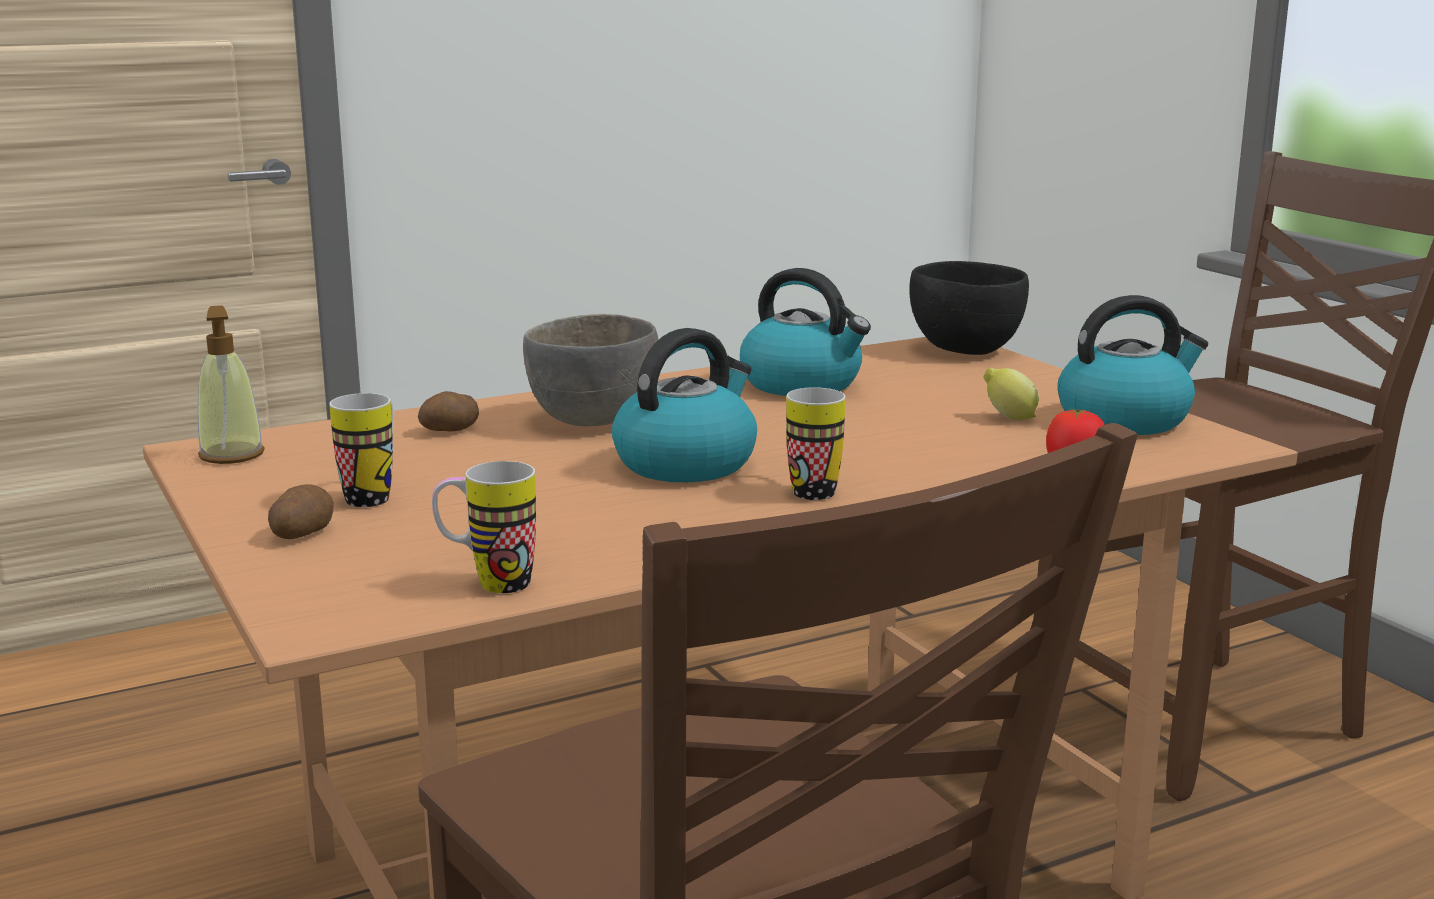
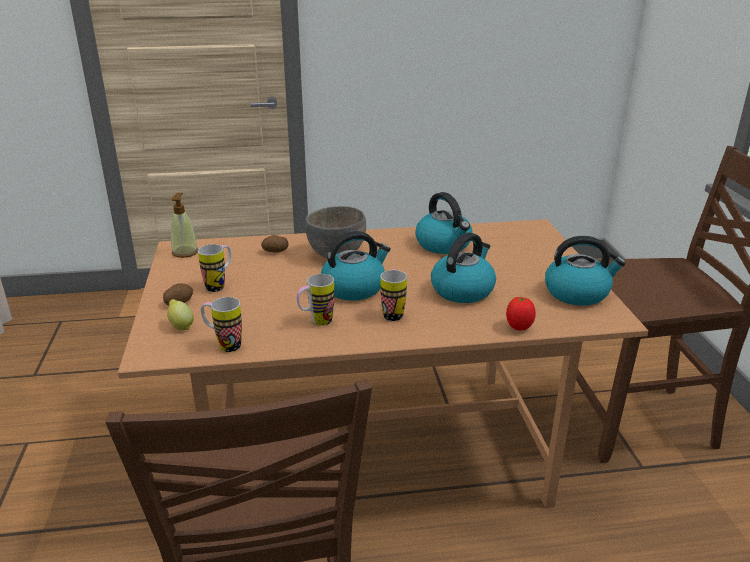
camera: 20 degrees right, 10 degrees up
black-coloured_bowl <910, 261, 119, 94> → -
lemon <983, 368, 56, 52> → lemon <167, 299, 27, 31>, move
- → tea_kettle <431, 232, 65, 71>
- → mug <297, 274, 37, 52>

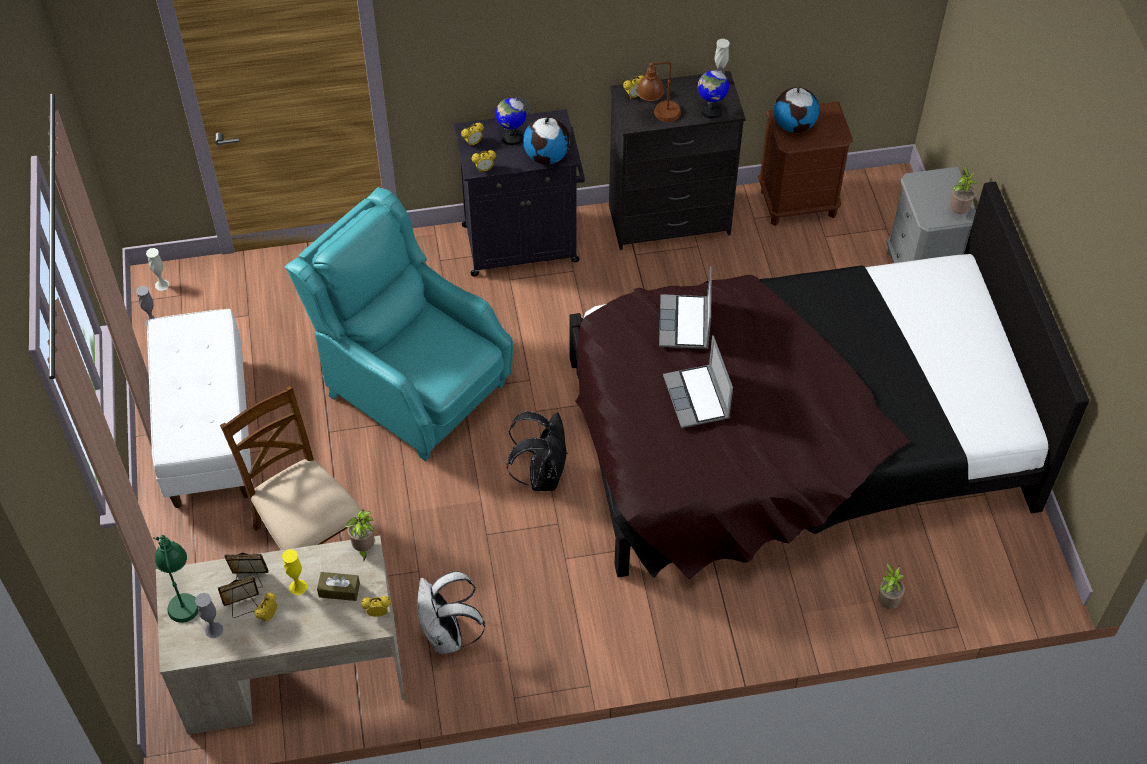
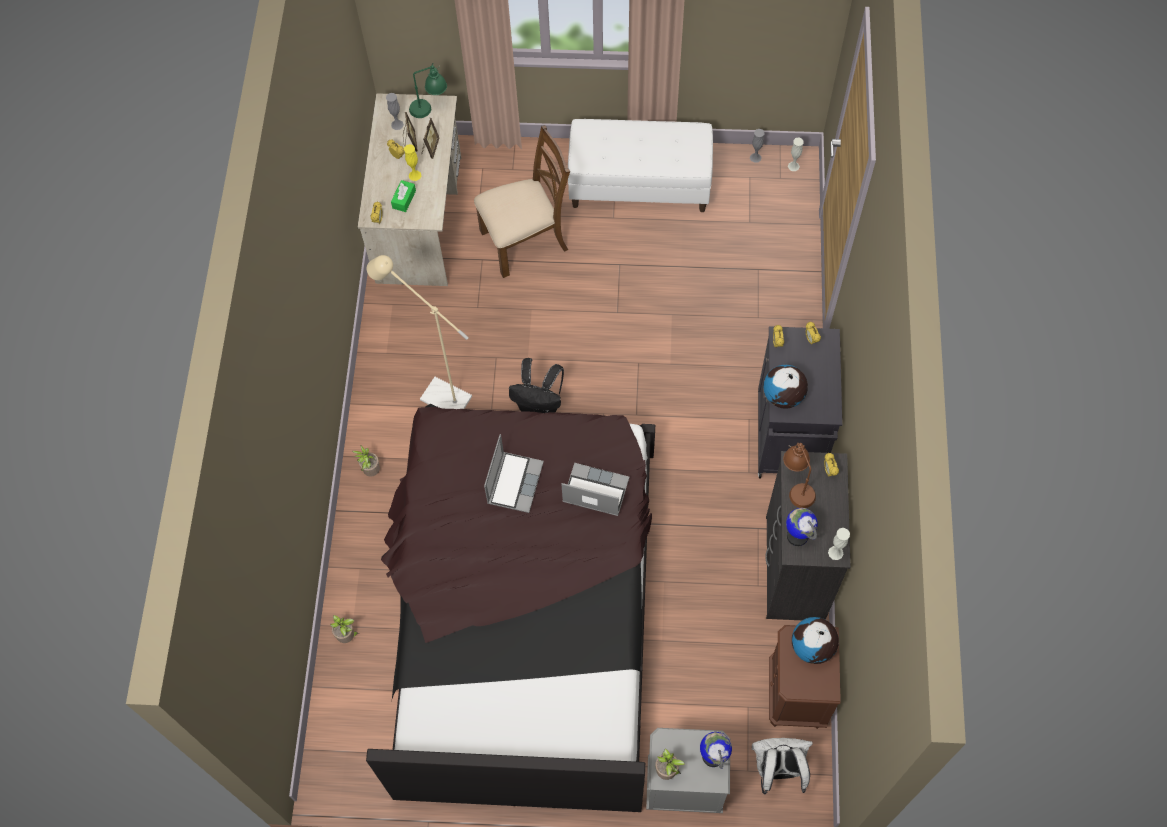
camera: 105 degrees right, 10 degrees up
world_globe <496, 97, 33, 48> → world_globe <700, 732, 32, 37>, move
blue-green_easy_chair <284, 187, 229, 274> → -
laptop <663, 335, 70, 93> → laptop <484, 434, 60, 79>, 105 degrees clockwise
plant_in_a_pot <345, 510, 30, 50> → plant_in_a_pot <352, 445, 28, 32>, move
whitish_knapsack <417, 571, 68, 83> → whitish_knapsack <752, 738, 61, 57>, move
brownish_tissue_holder <317, 572, 43, 29> → greenish_tissue_holder <391, 180, 25, 32>
- → beige-coloured_standard_lamp <367, 255, 105, 154>

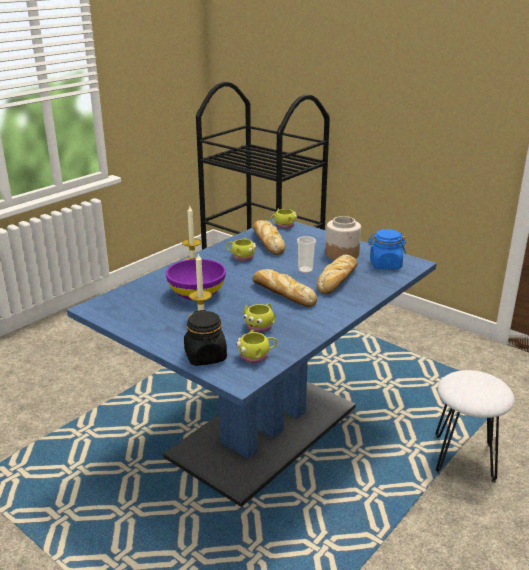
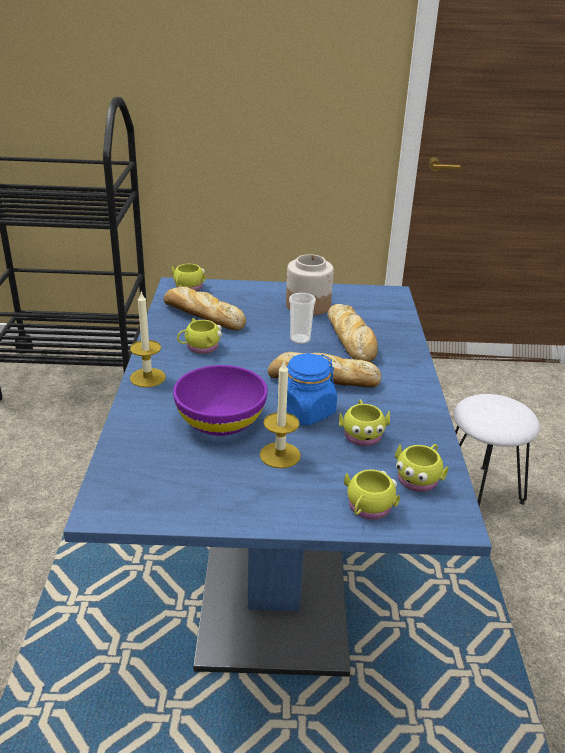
camera: 40 degrees left, 5 degrees up
bluish_jar <368, 229, 38, 41> → bluish_jar <277, 354, 60, 71>, move
black-coloured_jar <184, 310, 43, 56> → yellowish_mug <344, 469, 56, 50>

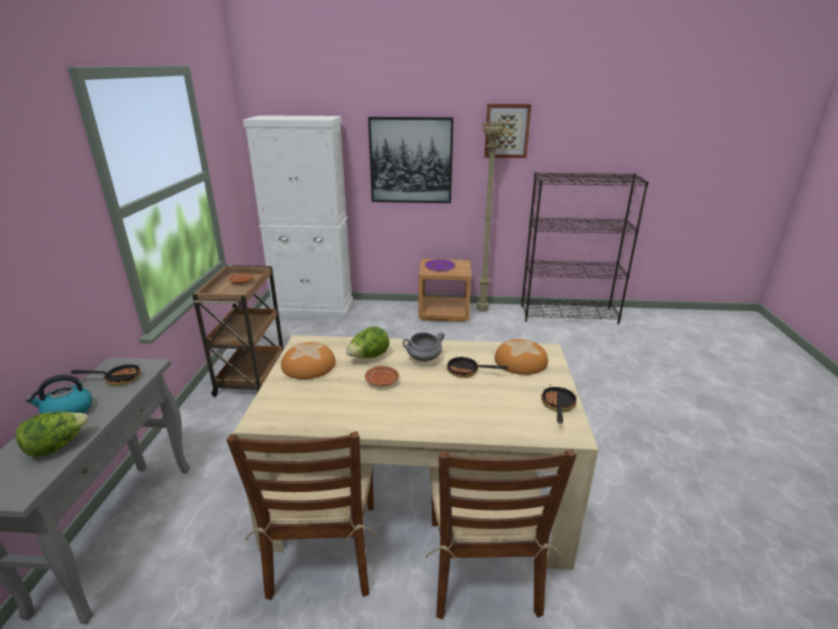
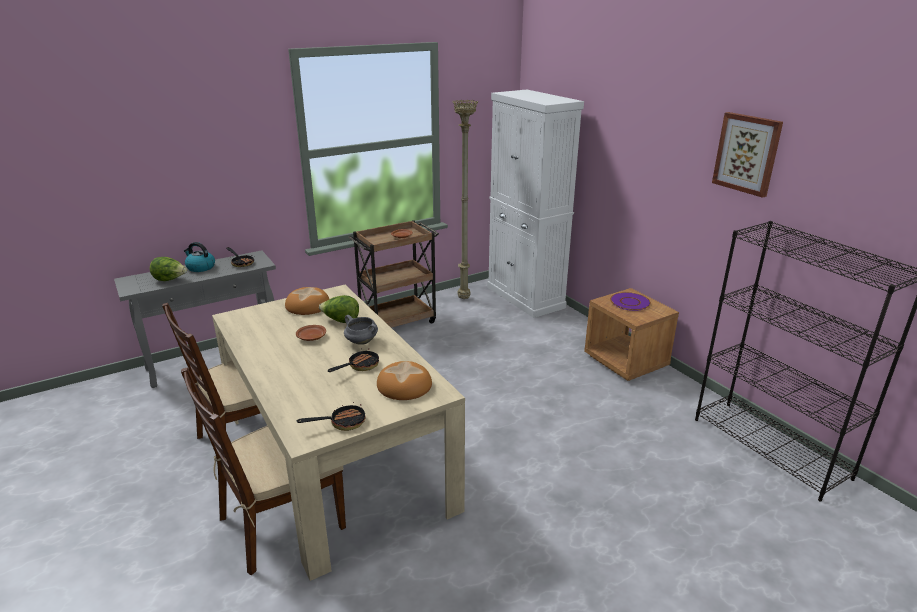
camera: 55 degrees right, 0 degrees up
picture <368, 117, 86, 86> → -
beige-coloured_standard_lamp <477, 121, 29, 190> → beige-coloured_standard_lamp <453, 99, 25, 200>, move
frying_pan <447, 356, 61, 22> → frying_pan <328, 348, 51, 24>, 60 degrees clockwise

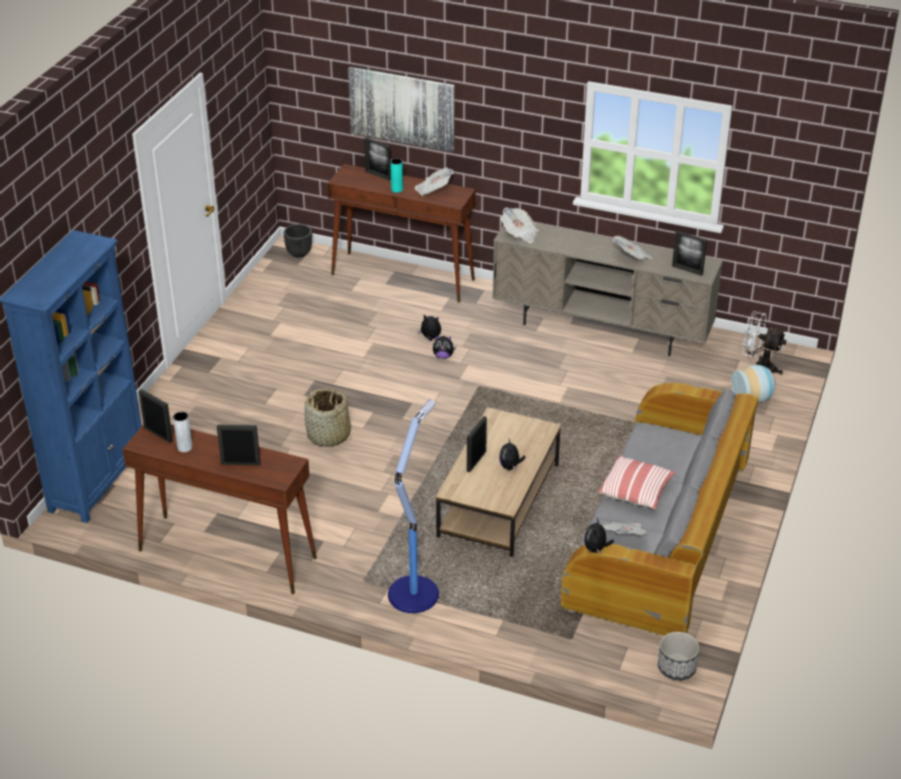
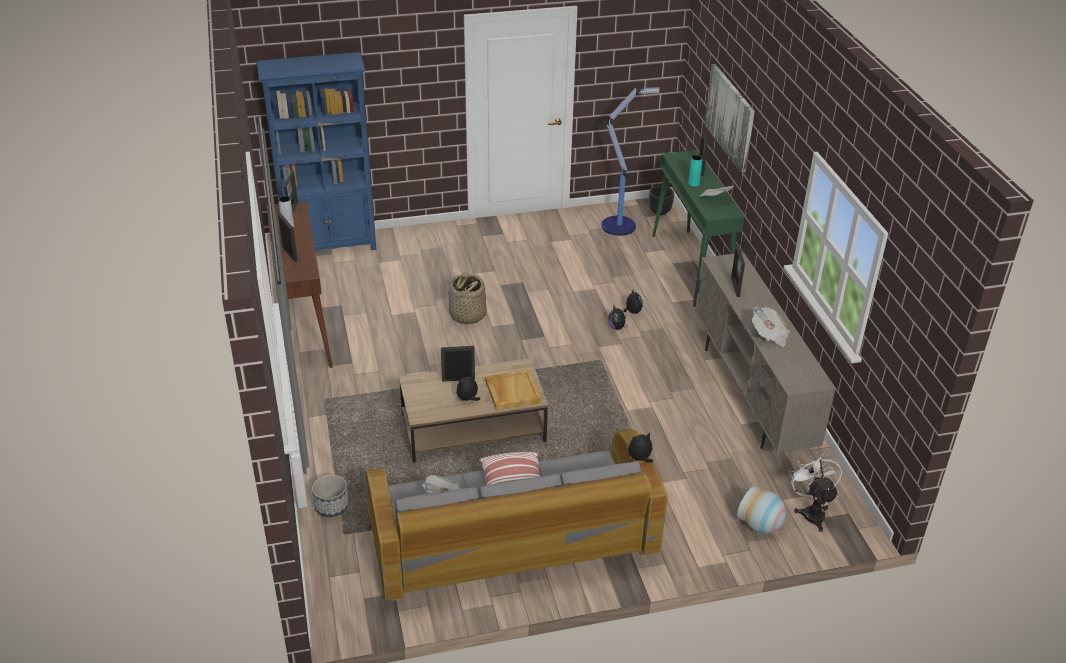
camera: 55 degrees right, 0 degrees up
brownish_hall_table <327, 164, 149, 139> → greenish_hall_table <652, 150, 92, 157>
newspaper <501, 207, 38, 36> → -
standing_frame <672, 231, 35, 45> → standing_frame <731, 246, 14, 51>, move
standard_lamp <388, 399, 51, 214> → standard_lamp <601, 87, 58, 149>, move
cuddly_toy <584, 517, 30, 37> → cuddly_toy <628, 433, 25, 30>, move
plant_pot <658, 632, 41, 48> → plant_pot <312, 475, 37, 42>, move
- → beige-coloured_serving_tray <485, 369, 56, 42>

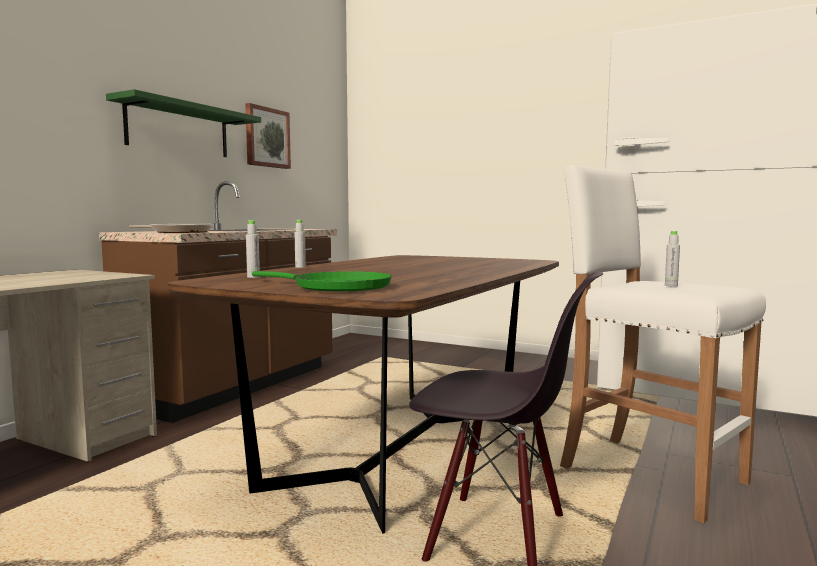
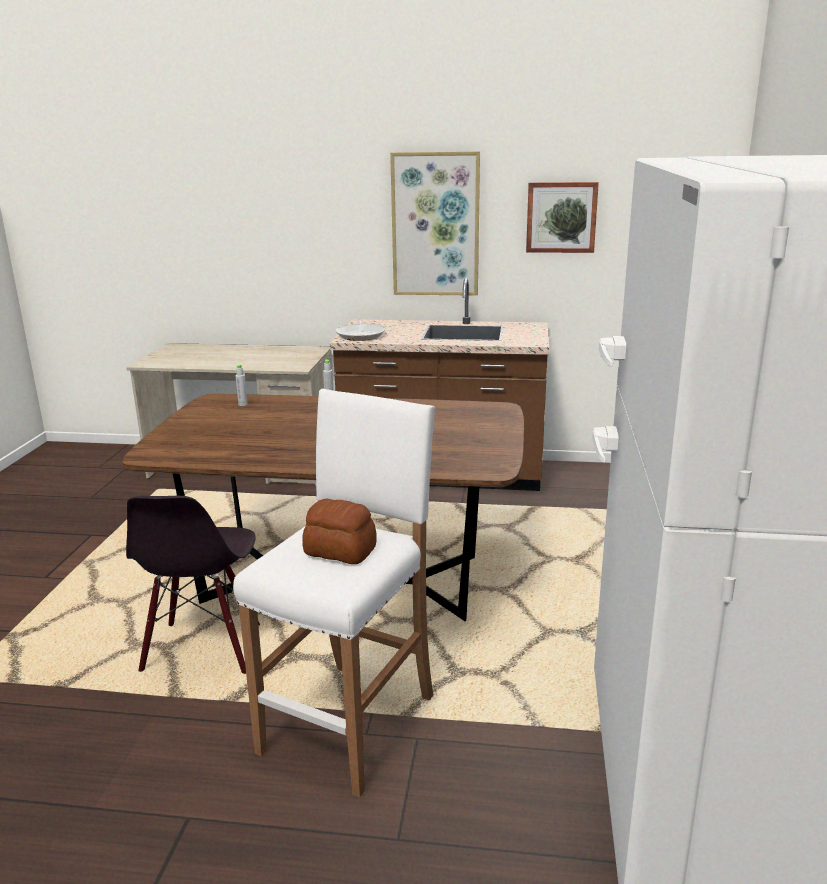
camera: 70 degrees right, 15 degrees up
greenish_wall_shelf <106, 89, 155, 68> → picture <390, 151, 90, 145>
grey_drink_bottle <665, 231, 15, 55> → bakery_bread <302, 499, 74, 65>
greenish_frying_pan <252, 271, 140, 20> → -

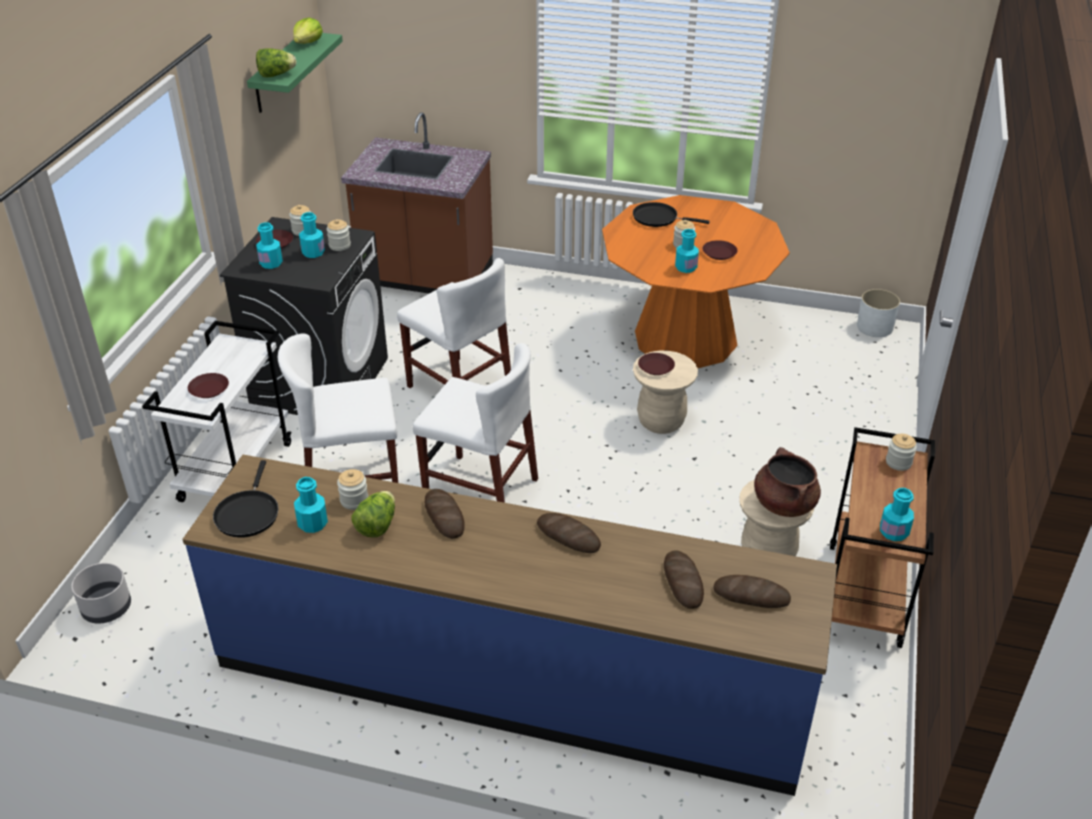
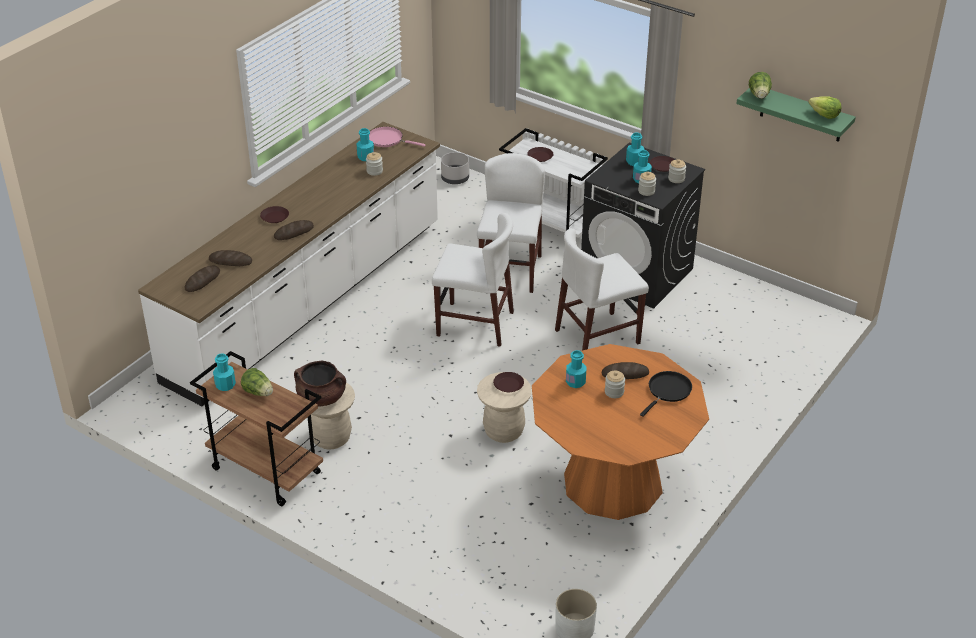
camera: 110 degrees right, 0 degrees up
brownish_kitchen_base_unit <341, 112, 152, 181> → -
brownish_dinner_plate <702, 240, 36, 20> → brownish_dinner_plate <260, 206, 29, 17>, move
whitish_plain_chair <413, 343, 125, 160> → whitish_plain_chair <432, 213, 82, 134>, 120 degrees counterclockwise
jar <886, 434, 31, 37> → -
bluish_kitchen_base_unit <183, 455, 654, 341> → whitish_kitchen_base_unit <138, 122, 302, 284>
black-coloured_frying_pan <213, 460, 65, 78> → pinkish_frying_pan <369, 127, 57, 20>
bakery_bread <425, 489, 40, 50> → bakery_bread <602, 362, 47, 17>, move
lettuce <352, 491, 43, 46> → lettuce <241, 368, 32, 28>, move

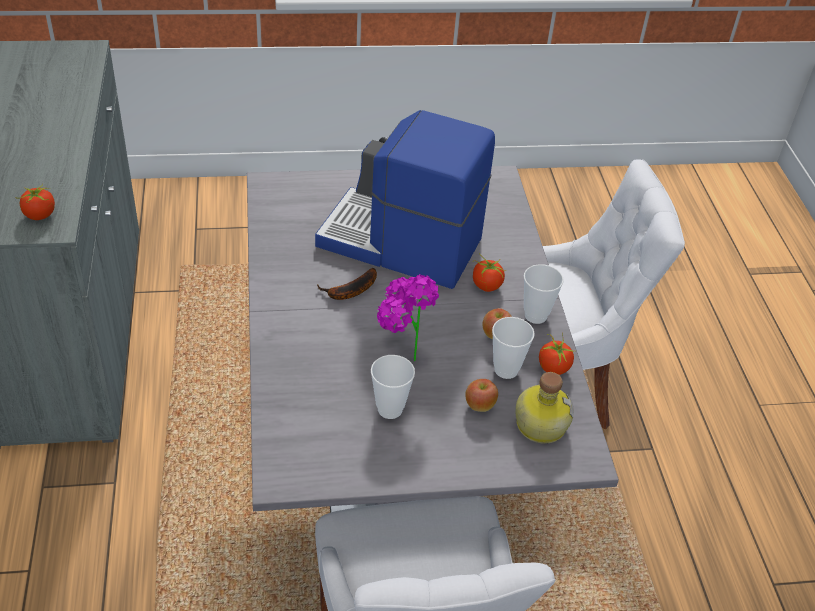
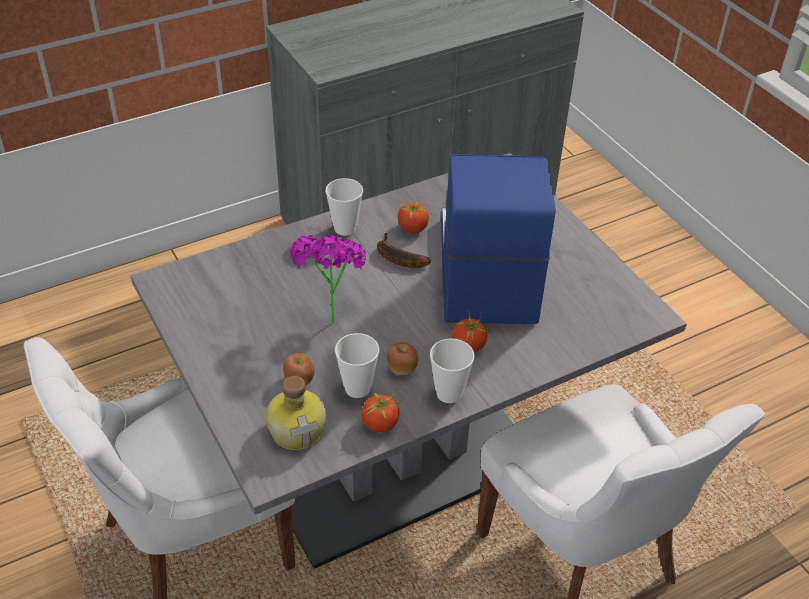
camera: 70 degrees right, 0 degrees up
fresh_tomato <20, 184, 35, 36> → fresh_tomato <397, 199, 33, 34>, move
small_cup <371, 355, 44, 64> → small_cup <325, 178, 38, 58>, move

